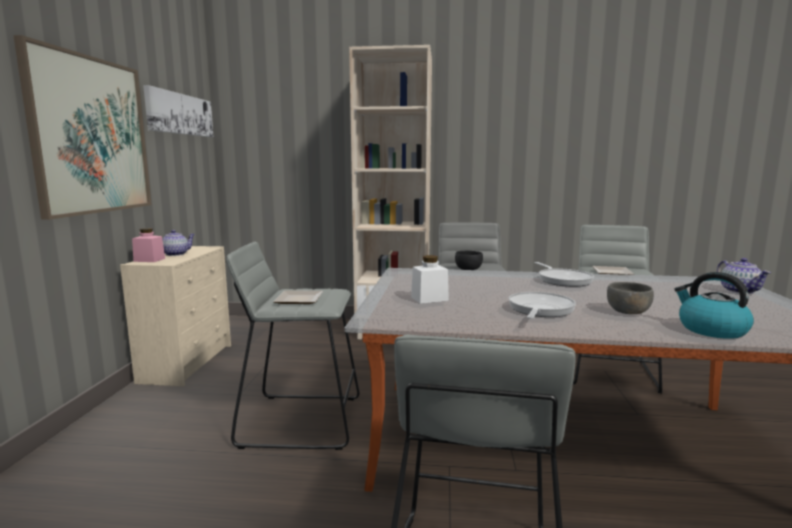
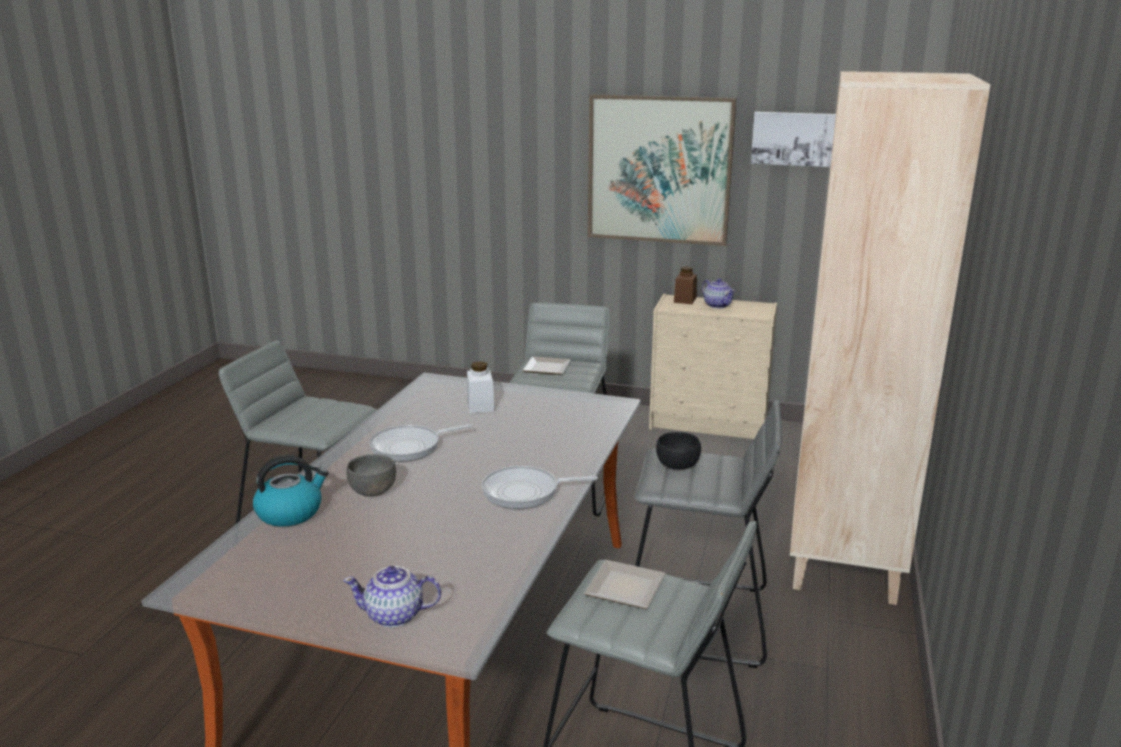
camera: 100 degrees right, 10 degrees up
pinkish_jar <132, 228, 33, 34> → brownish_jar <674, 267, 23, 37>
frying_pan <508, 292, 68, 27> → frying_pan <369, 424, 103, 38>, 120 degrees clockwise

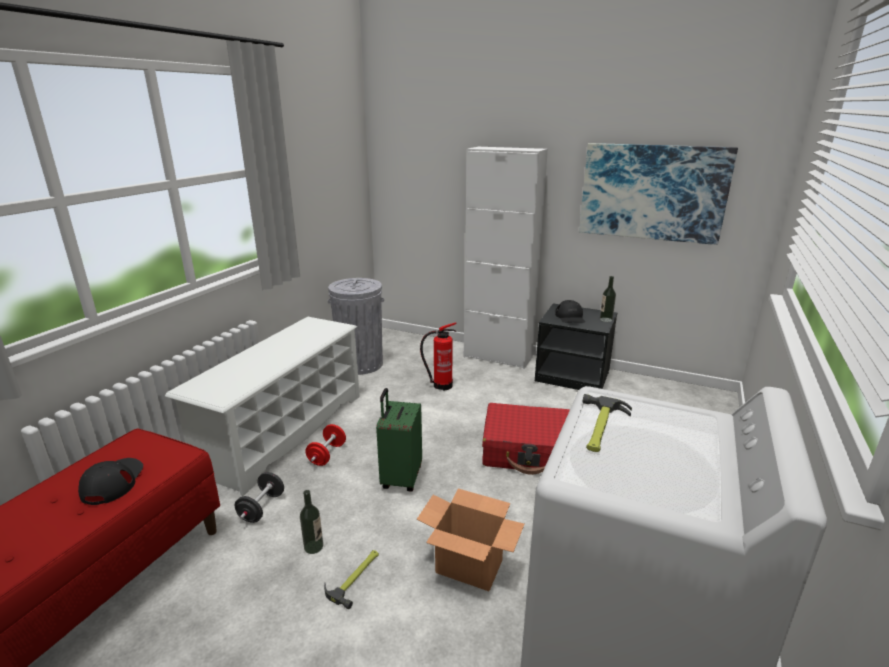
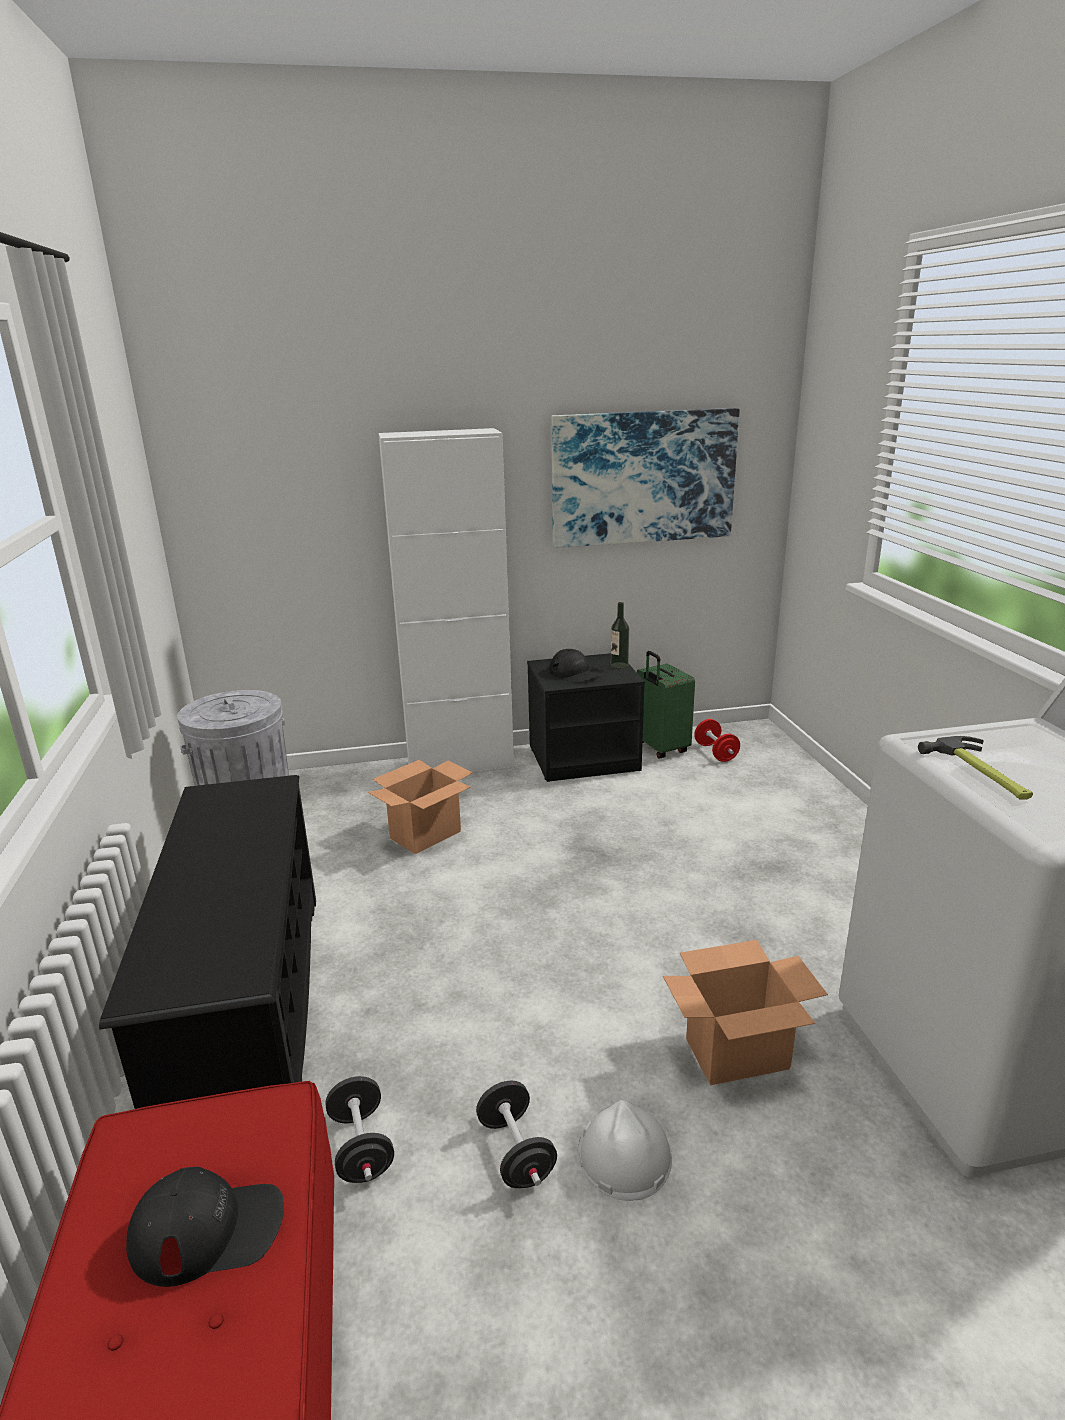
camera: 35 degrees left, 0 degrees up
whitish_shoe_rack <165, 317, 195, 179> → black-coloured_shoe_rack <99, 775, 217, 334>
extinguisher <420, 322, 37, 69> → packing_box <368, 760, 105, 94>
greenish_travel_case <376, 388, 46, 103> → greenish_travel_case <637, 651, 58, 107>, move
red_travel_case <482, 403, 88, 72> → -
red_dumbbell <305, 424, 41, 42> → red_dumbbell <694, 719, 46, 43>, move
black-coloured_cap <78, 458, 65, 47> → black-coloured_cap <126, 1167, 158, 120>, 120 degrees clockwise
drink_bottle <300, 490, 23, 64> → black-coloured_dumbbell <476, 1081, 81, 107>
hand_hammer <324, 550, 55, 59> → whitish_safety_helmet <578, 1100, 94, 101>

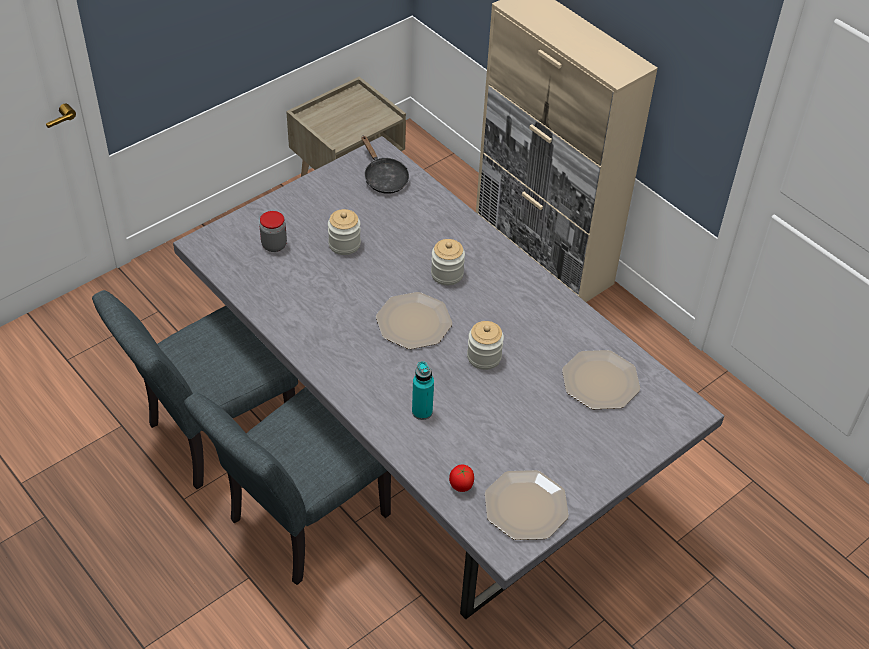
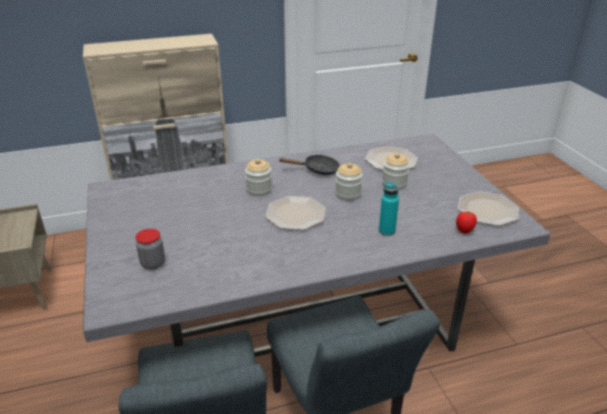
camera: 65 degrees left, 15 degrees down
black-coloured_frying_pan <361, 136, 48, 58> → black-coloured_frying_pan <278, 155, 62, 20>, move
jar <328, 209, 33, 46> → jar <382, 153, 28, 37>, move

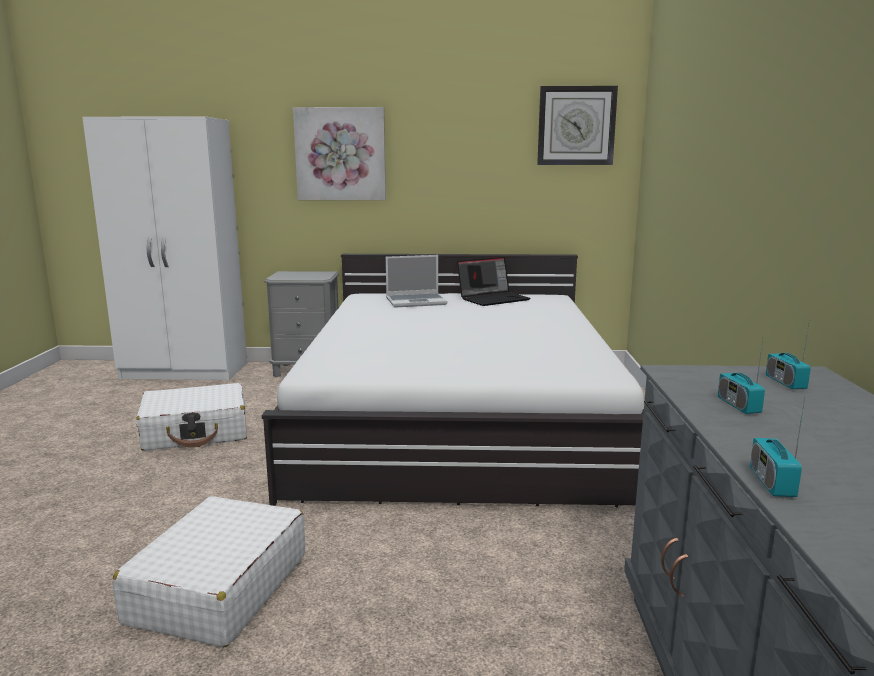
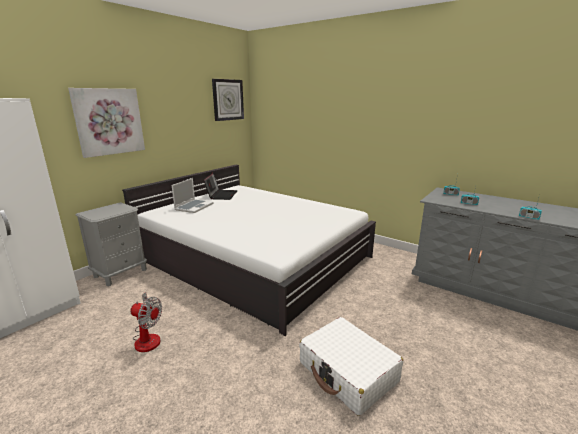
camera: 55 degrees left, 5 degrees up
whitish_travel_case <136, 383, 111, 68> → cooling_fan <130, 292, 32, 60>

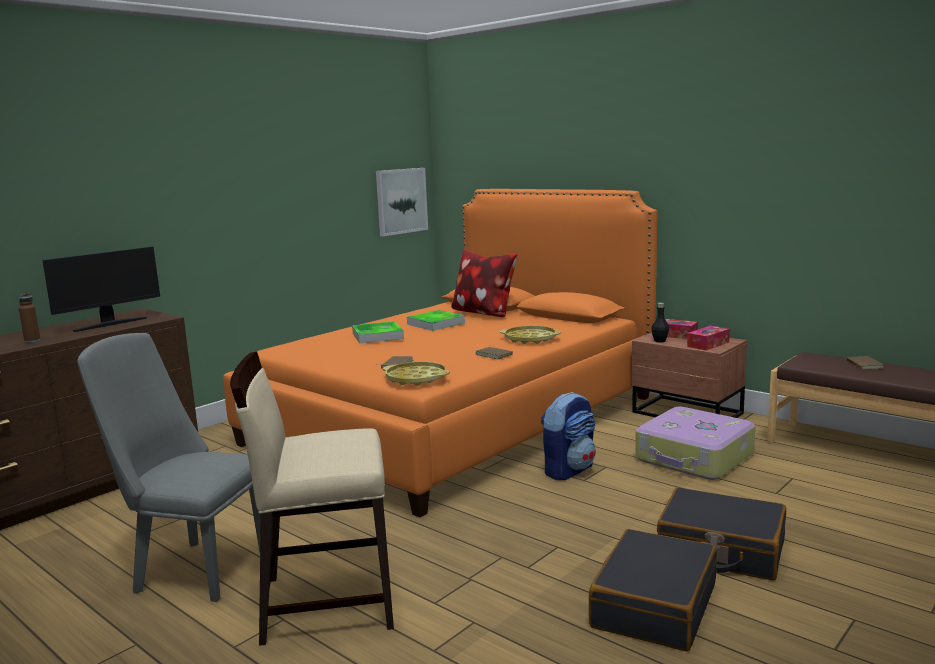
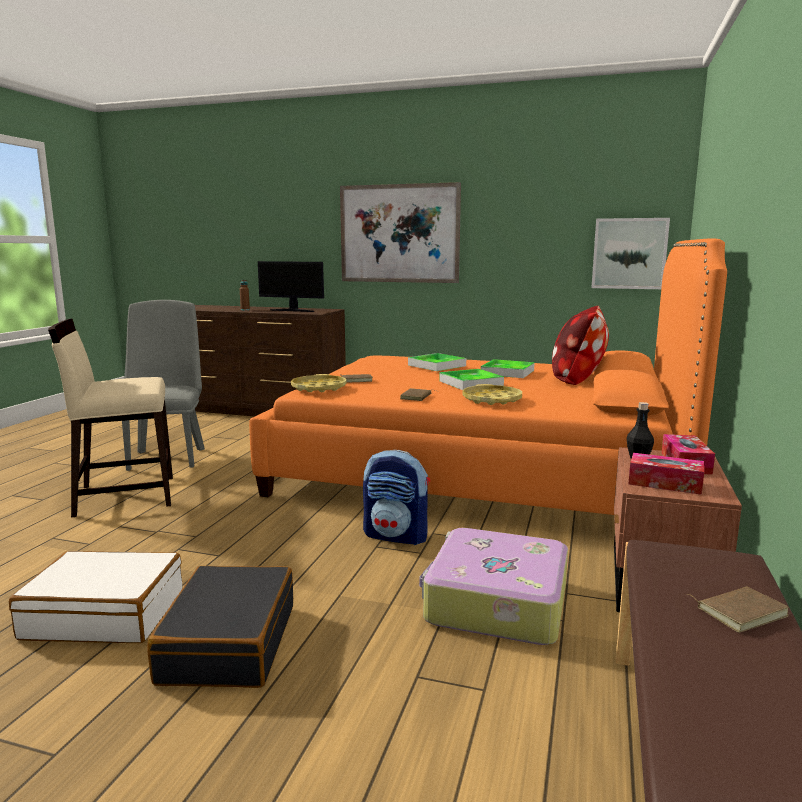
camera: 65 degrees right, 0 degrees up
beige-coloured_plain_chair <230, 351, 164, 295> → beige-coloured_plain_chair <48, 318, 125, 199>, 75 degrees counterclockwise
black-coloured_travel_case <589, 529, 128, 122> → whitish_travel_case <9, 551, 173, 92>
- → picture <340, 182, 121, 101>
- → serving_tray <439, 369, 65, 21>

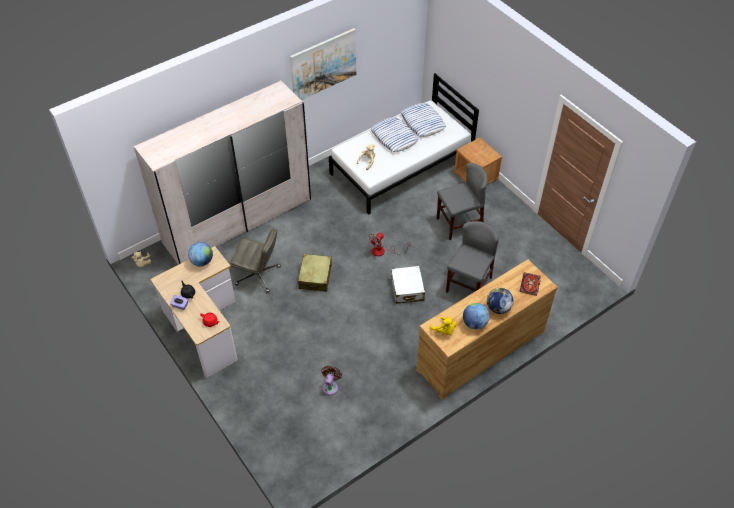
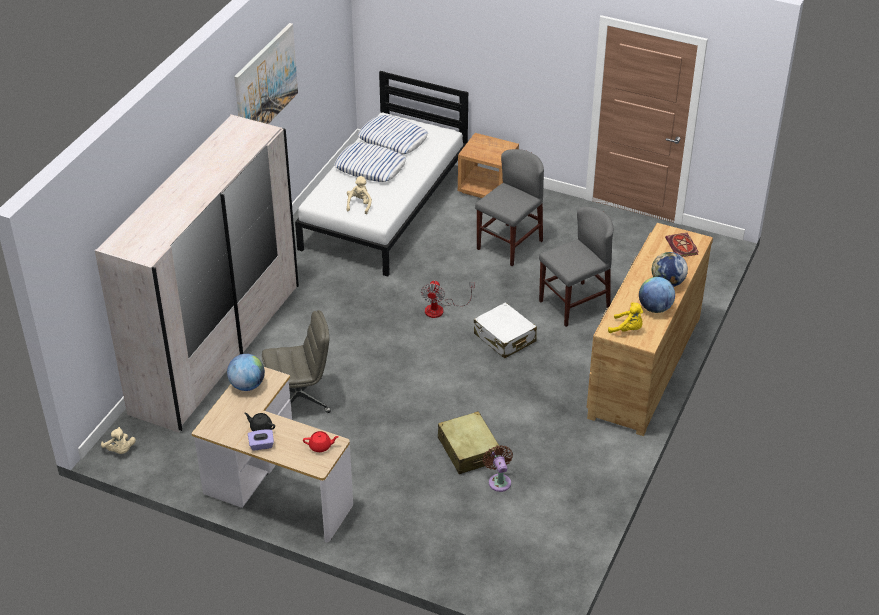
camera: 30 degrees left, 10 degrees down
grey_plain_chair <446, 221, 53, 72> → grey_plain_chair <539, 207, 74, 120>, 60 degrees clockwise
beige-coloured_travel_case <298, 254, 34, 38> → beige-coloured_travel_case <438, 411, 63, 63>, move

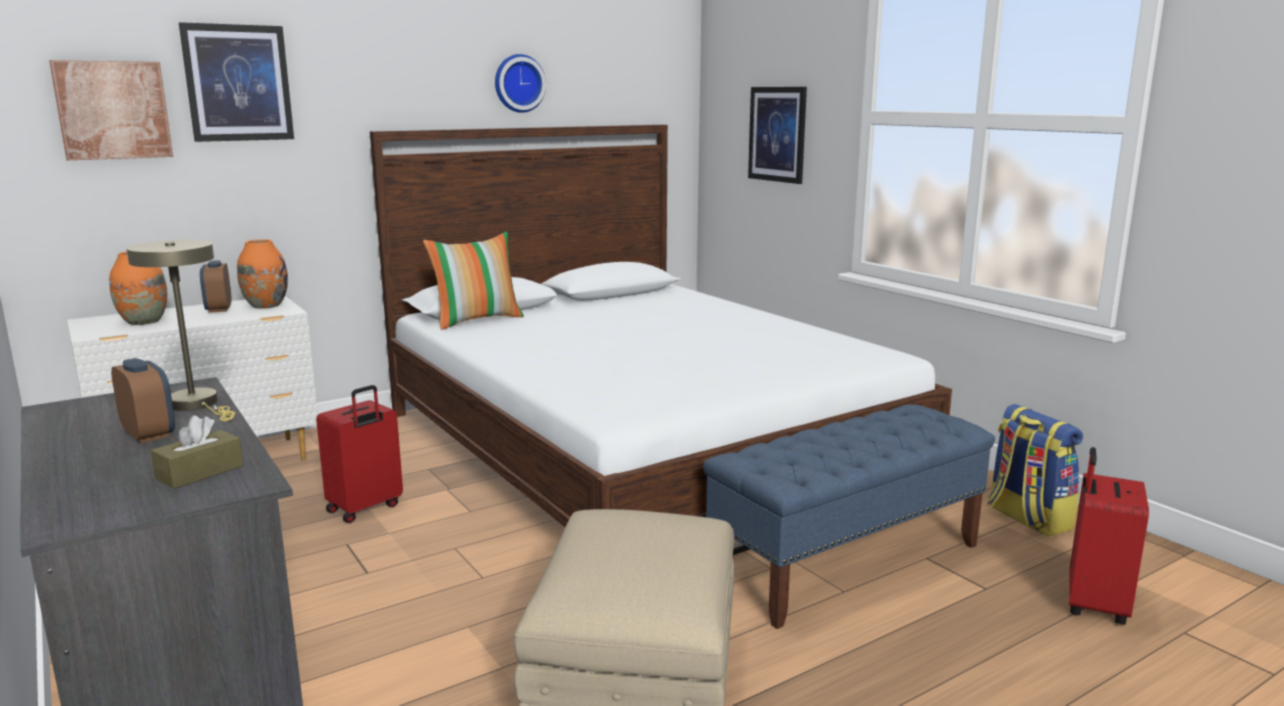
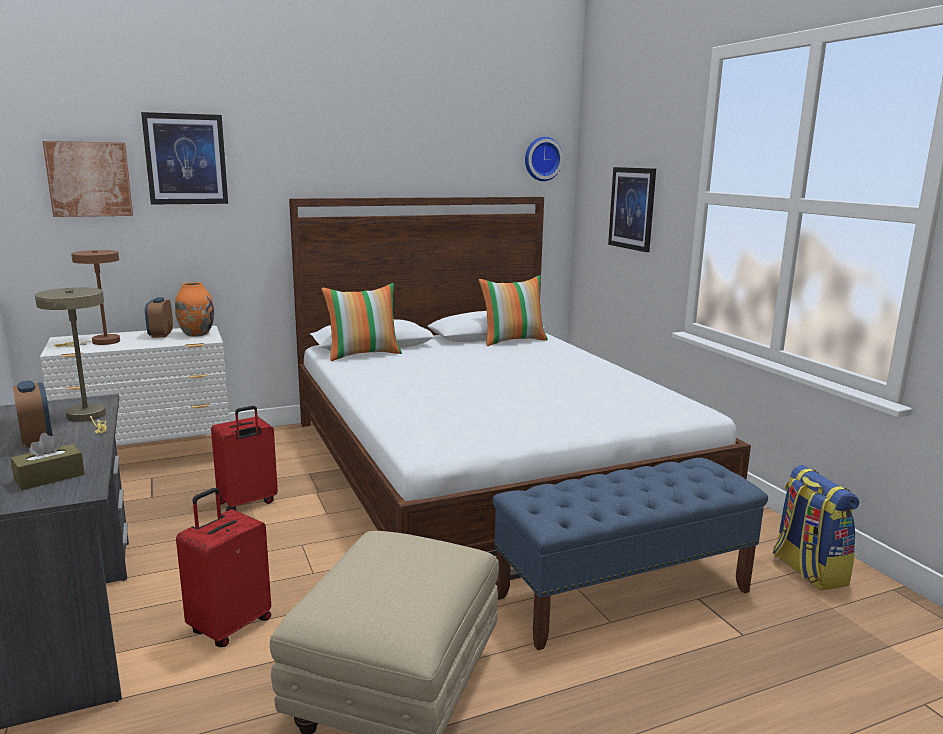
camera: 10 degrees right, 0 degrees up
wall_clock <495, 54, 51, 59> → wall_clock <525, 137, 38, 44>, move
orange-coloured_decorative_vase <109, 252, 58, 73> → brownish_table_lamp <54, 250, 66, 97>
red_travel_case <1069, 447, 80, 178> → red_travel_case <176, 488, 95, 159>, move
- → cushion <479, 275, 69, 71>

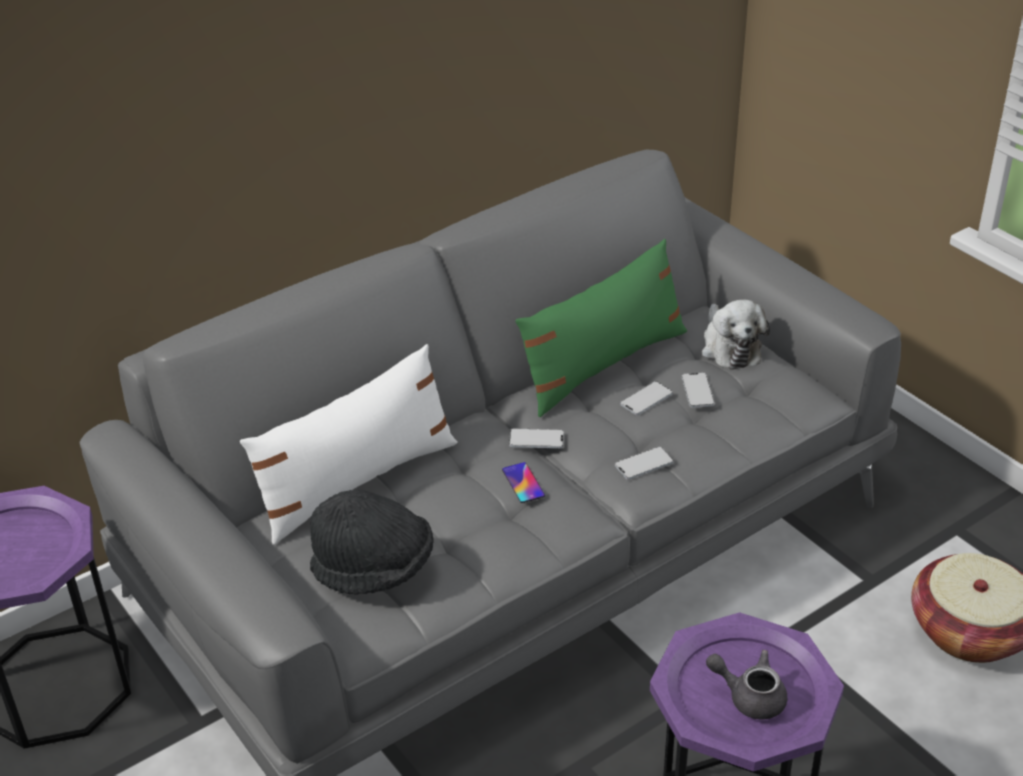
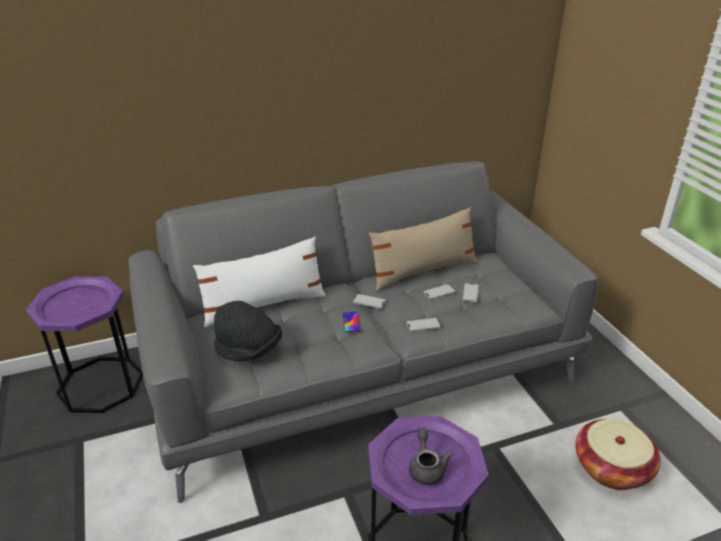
camera: 15 degrees right, 5 degrees down
greenish_cushion <515, 239, 172, 178> → beige-coloured_cushion <369, 207, 109, 84>
cuddly_toy <702, 300, 68, 70> → -
grey_pot_for_tea <706, 650, 81, 70> → grey_pot_for_tea <409, 428, 44, 57>, 45 degrees clockwise

